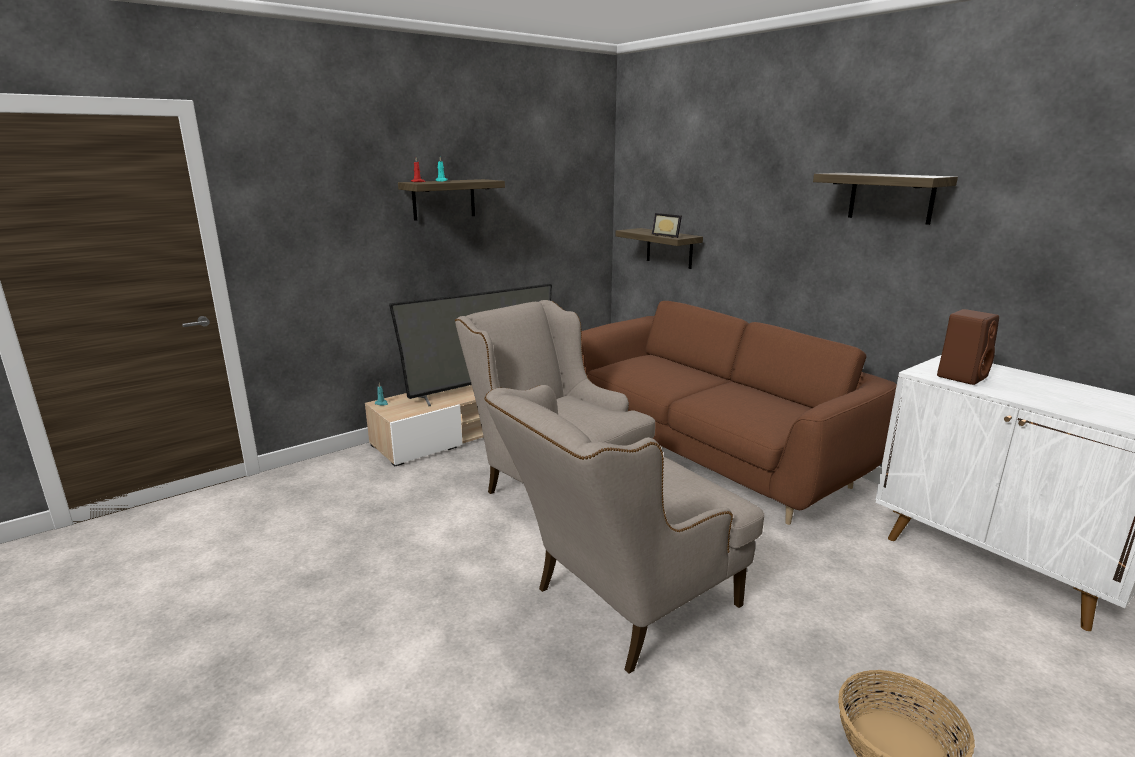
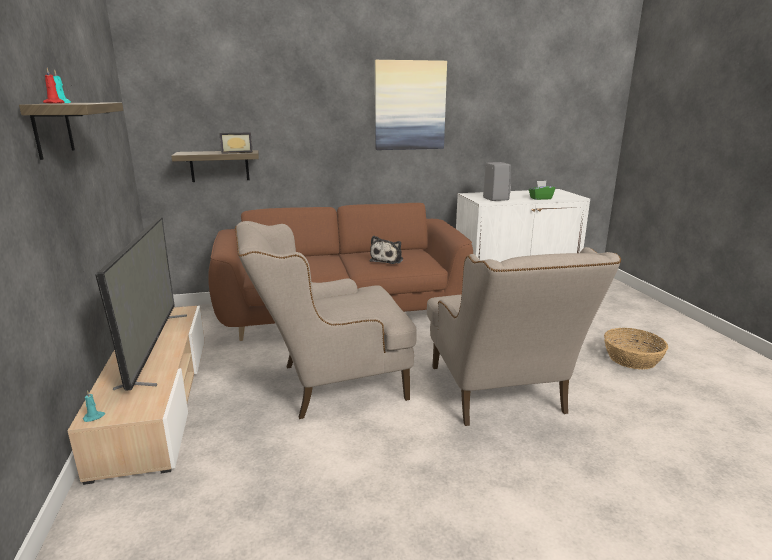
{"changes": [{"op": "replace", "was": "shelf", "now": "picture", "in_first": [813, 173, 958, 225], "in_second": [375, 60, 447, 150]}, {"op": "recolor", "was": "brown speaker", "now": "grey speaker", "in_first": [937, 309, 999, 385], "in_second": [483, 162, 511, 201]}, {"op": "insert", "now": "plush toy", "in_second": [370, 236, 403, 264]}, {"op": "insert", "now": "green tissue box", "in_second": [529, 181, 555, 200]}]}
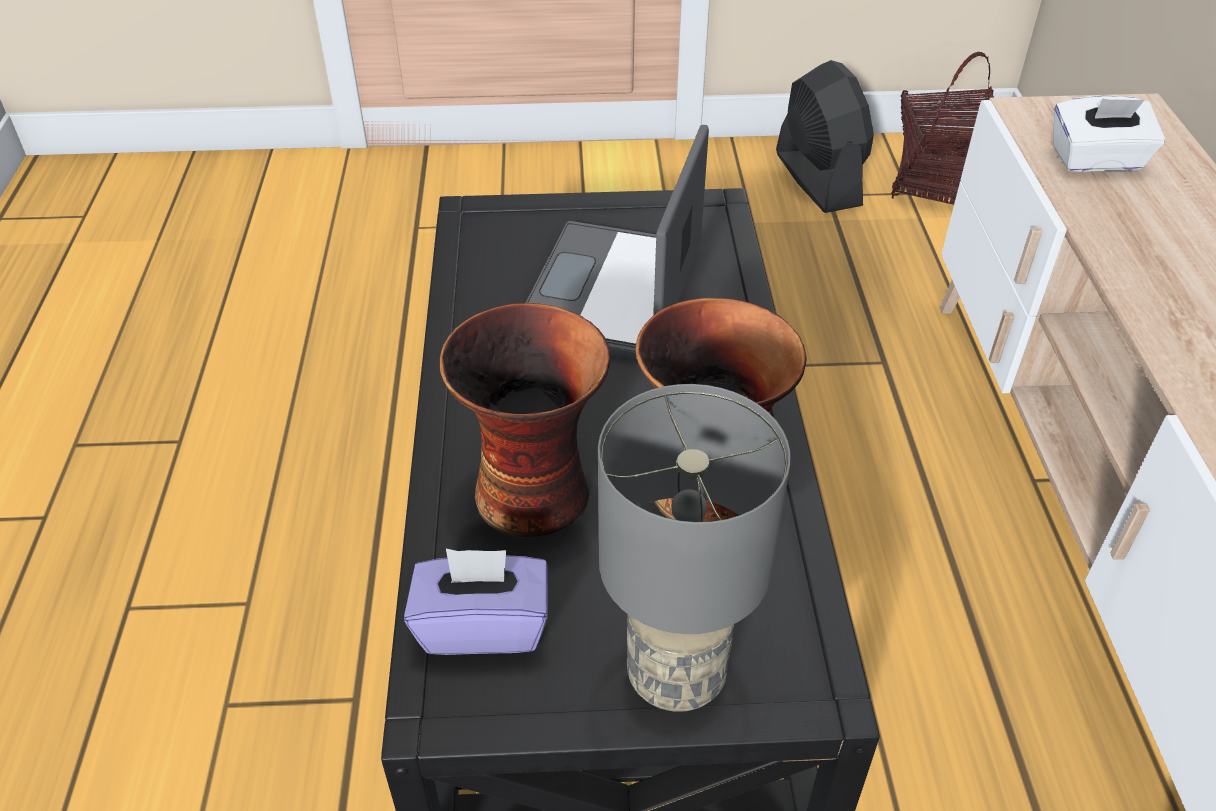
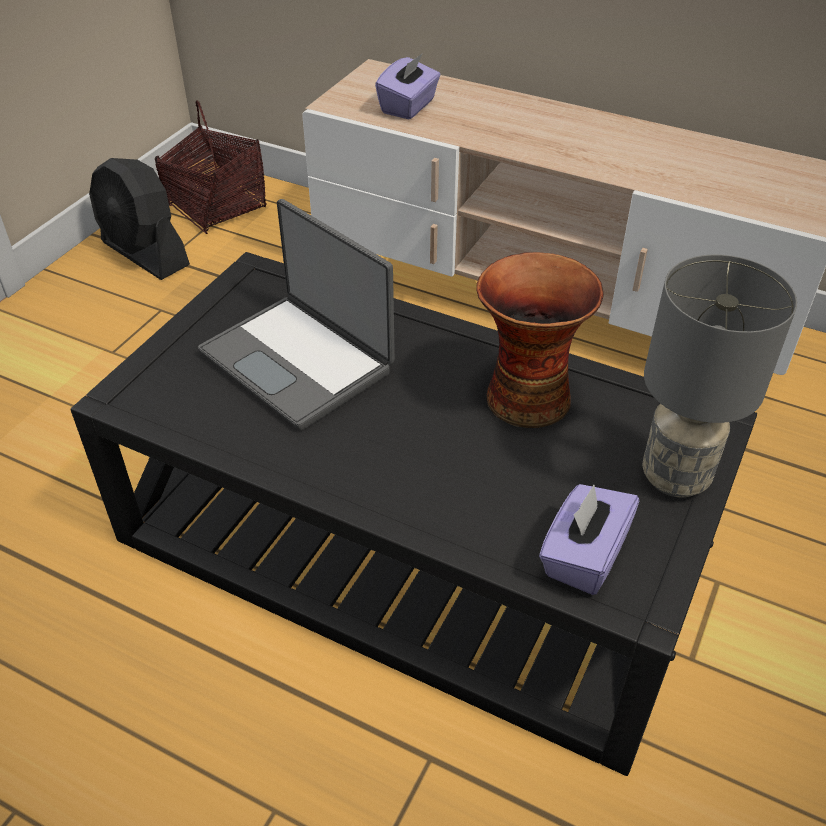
{"changes": [{"op": "delete", "was": "vase", "in_first": [440, 303, 610, 537]}, {"op": "rotate", "was": "black fan", "in_first": [776, 60, 874, 213], "in_second": [89, 158, 190, 280], "clockwise": -150}, {"op": "recolor", "was": "white tissue box", "now": "purple tissue box", "in_first": [1053, 95, 1165, 172], "in_second": [375, 53, 440, 119]}]}
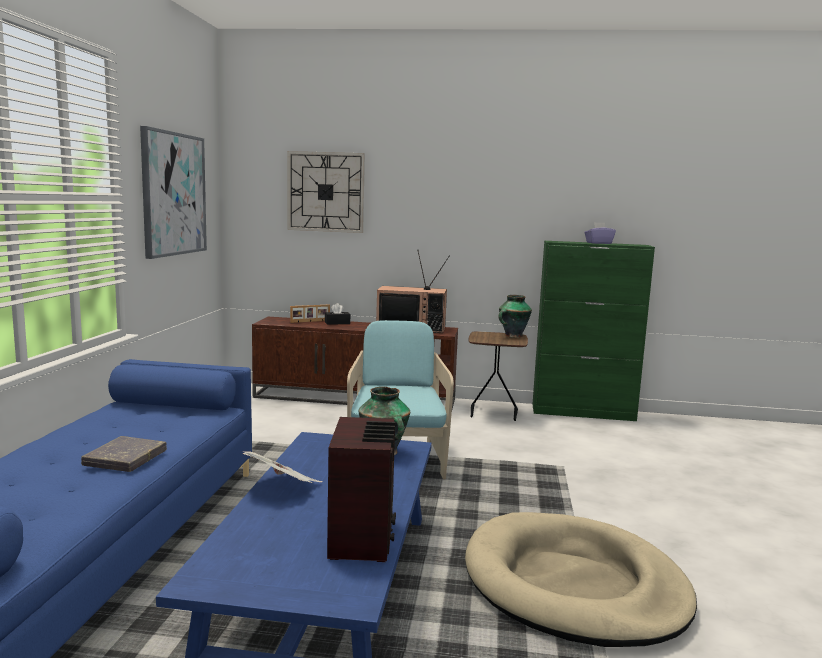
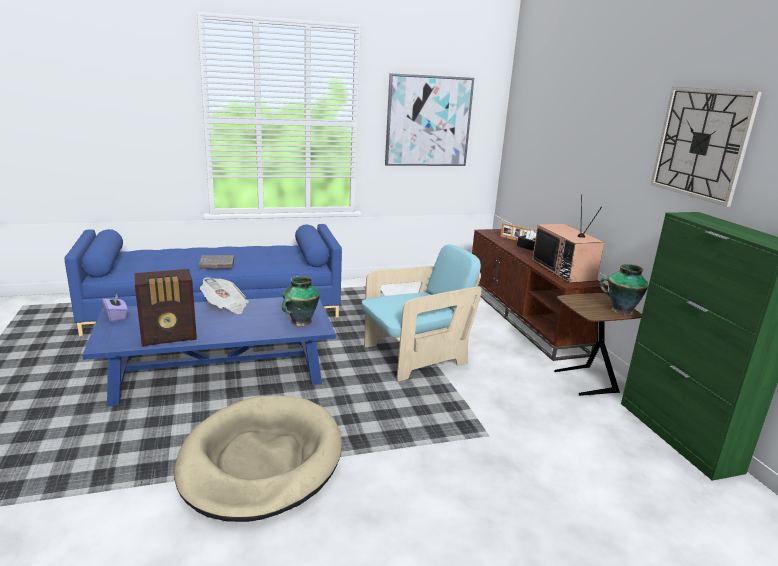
{"changes": [{"op": "move", "was": "wall clock", "in_first": [288, 151, 365, 233], "in_second": [651, 87, 762, 207]}, {"op": "move", "was": "purple tissue box", "in_first": [584, 222, 616, 244], "in_second": [102, 294, 128, 322]}]}
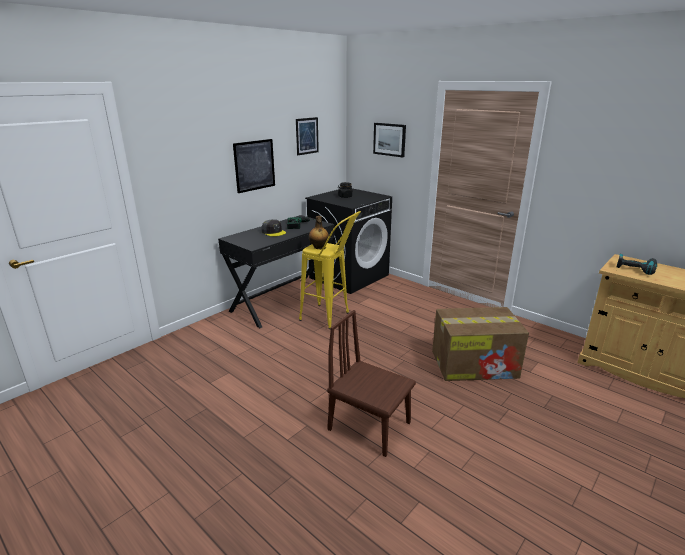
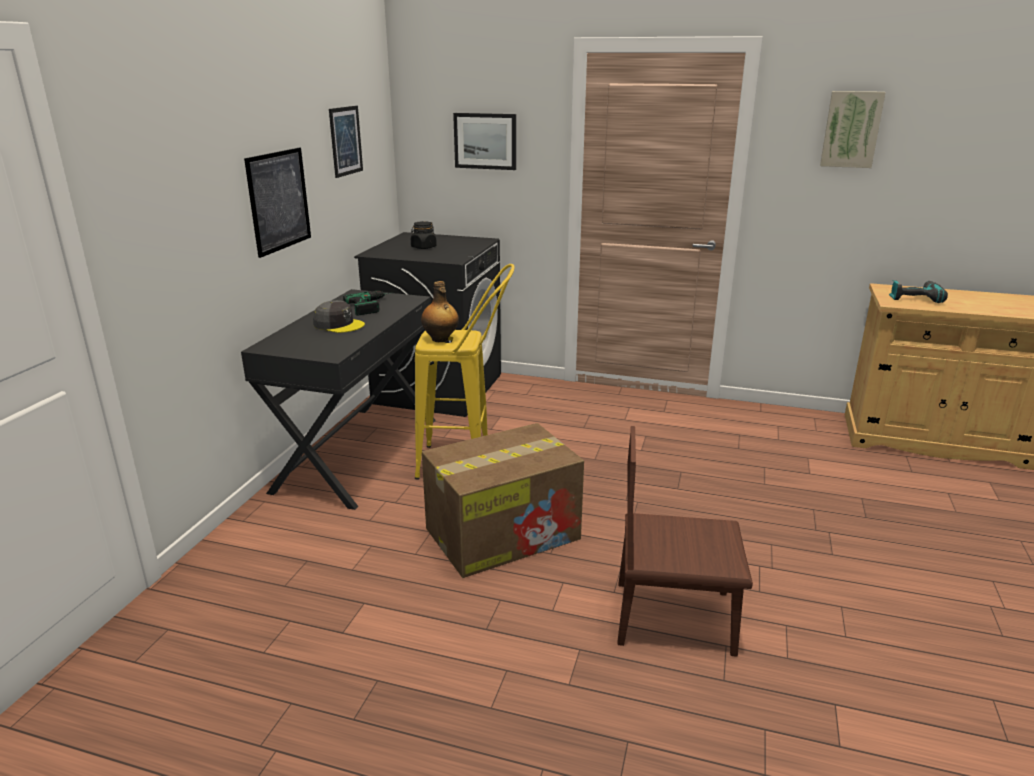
{"changes": [{"op": "move", "was": "cardboard box", "in_first": [432, 307, 529, 381], "in_second": [422, 423, 584, 578]}, {"op": "insert", "now": "picture", "in_second": [820, 91, 886, 168]}]}
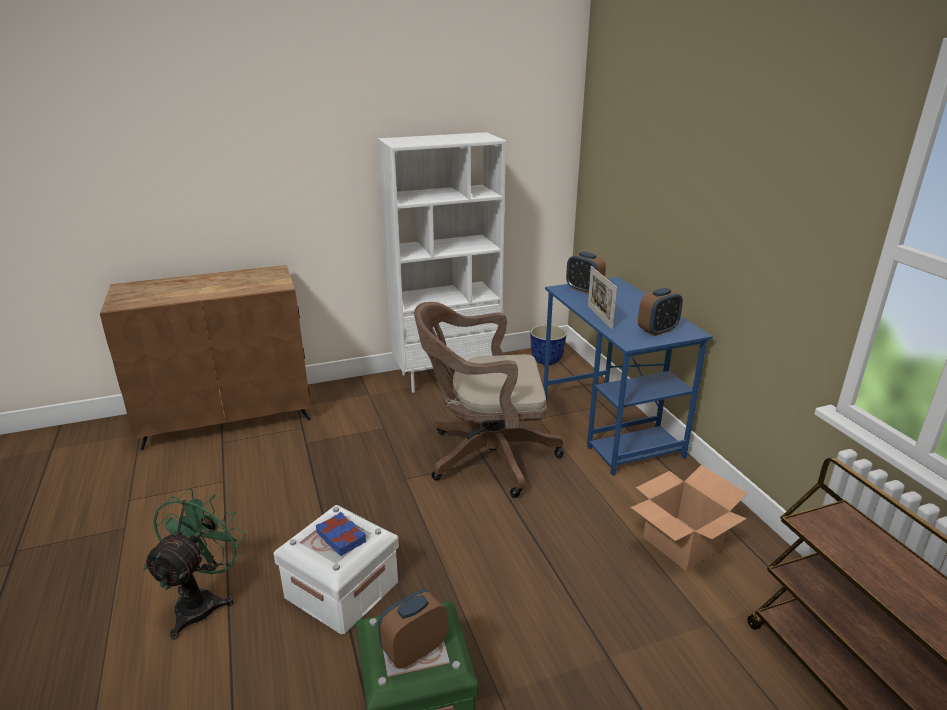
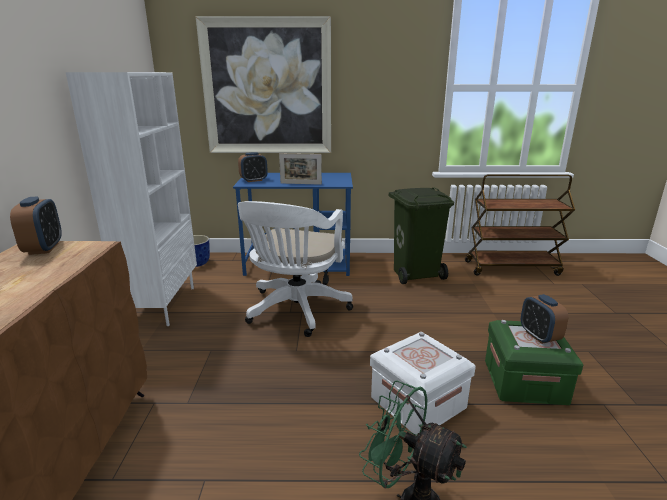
{"changes": [{"op": "delete", "was": "blue book", "in_first": [316, 512, 366, 556]}, {"op": "recolor", "was": "brown office chair", "now": "white office chair", "in_first": [414, 302, 564, 498], "in_second": [238, 201, 353, 337]}, {"op": "replace", "was": "cardboard box", "now": "green trash can", "in_first": [631, 465, 747, 571], "in_second": [388, 187, 454, 284]}, {"op": "move", "was": "alarm clock", "in_first": [638, 288, 683, 336], "in_second": [10, 196, 62, 255]}, {"op": "insert", "now": "picture", "in_second": [196, 16, 331, 153]}]}
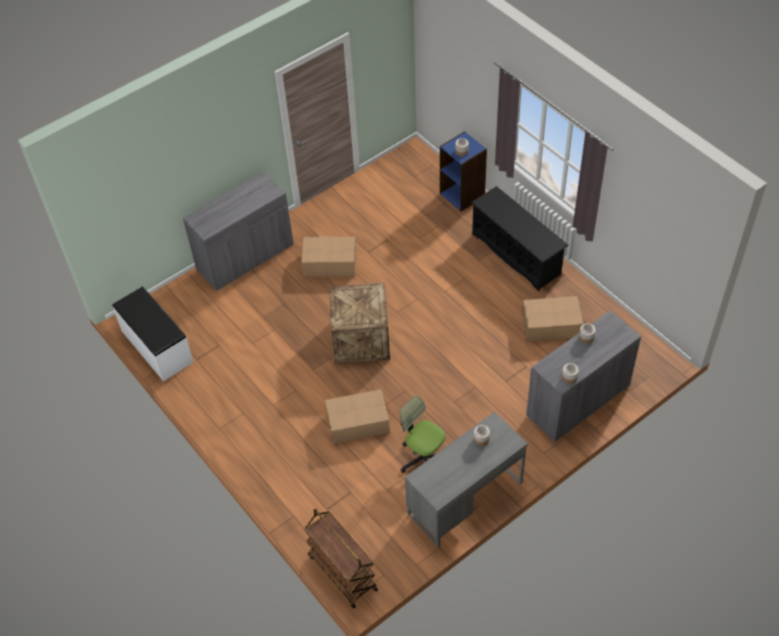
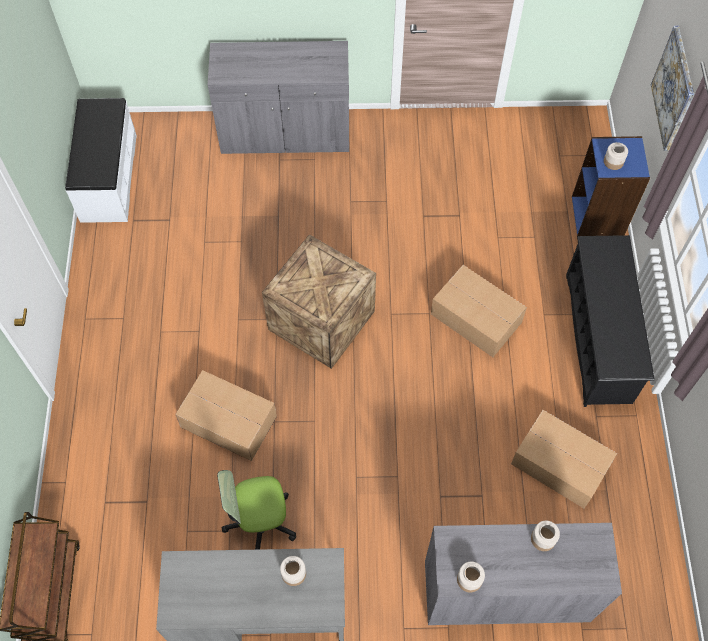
{"changes": [{"op": "move", "was": "cardboard box", "in_first": [301, 237, 356, 277], "in_second": [431, 265, 527, 357]}, {"op": "rotate", "was": "office chair", "in_first": [400, 396, 446, 473], "in_second": [217, 470, 296, 550], "clockwise": -90}, {"op": "insert", "now": "picture", "in_second": [651, 26, 694, 151]}]}
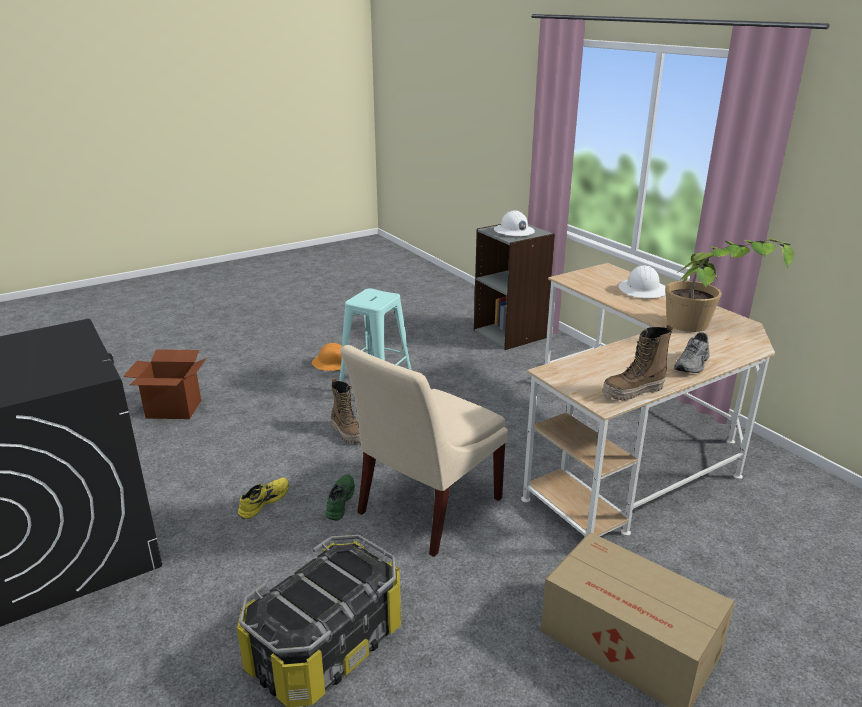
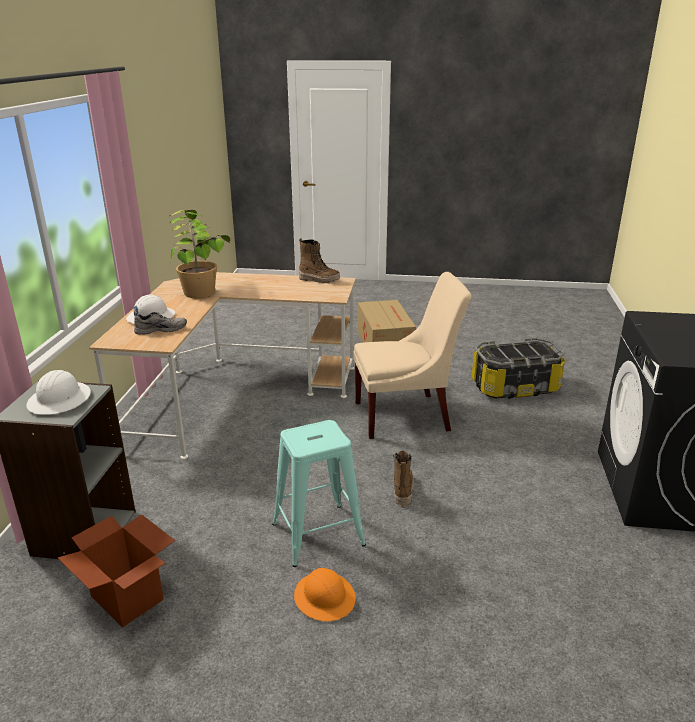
{"changes": [{"op": "move", "was": "cardboard box", "in_first": [123, 349, 207, 419], "in_second": [58, 514, 175, 628]}, {"op": "delete", "was": "yellow shoe", "in_first": [238, 478, 289, 519]}, {"op": "delete", "was": "green shoe", "in_first": [326, 474, 355, 521]}, {"op": "move", "was": "grey shoe", "in_first": [674, 332, 709, 373], "in_second": [134, 312, 187, 335]}]}
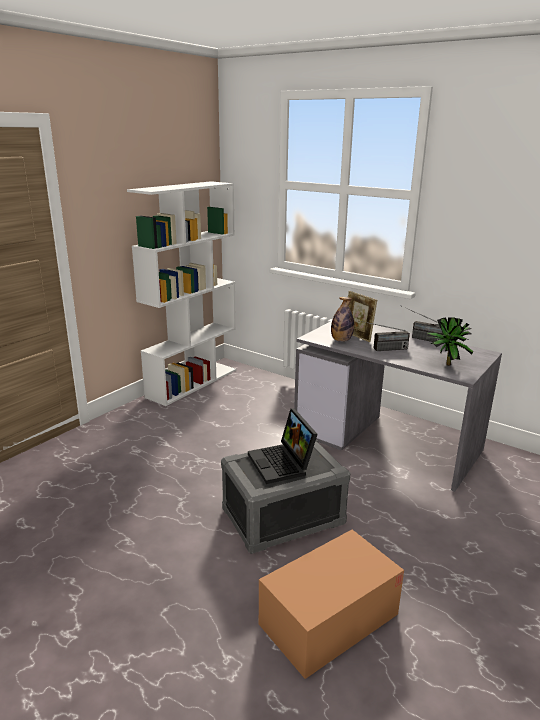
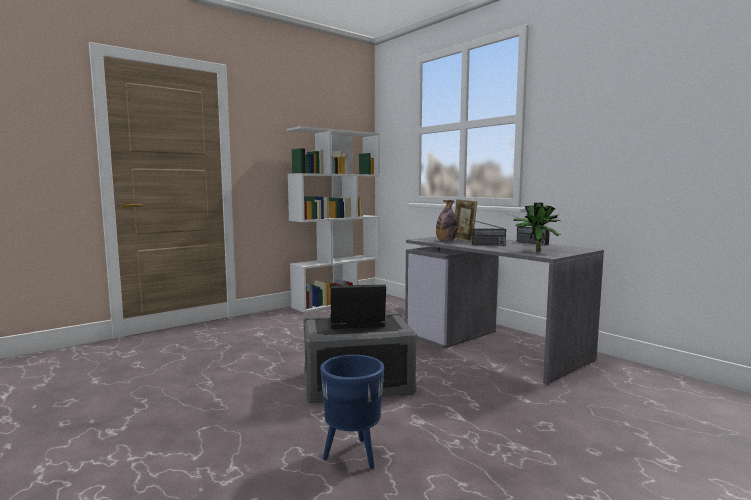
{"changes": [{"op": "rotate", "was": "laptop", "in_first": [248, 408, 318, 484], "in_second": [330, 285, 386, 329], "clockwise": 90}, {"op": "replace", "was": "cardboard box", "now": "blue planter", "in_first": [259, 530, 404, 679], "in_second": [320, 355, 384, 469]}]}
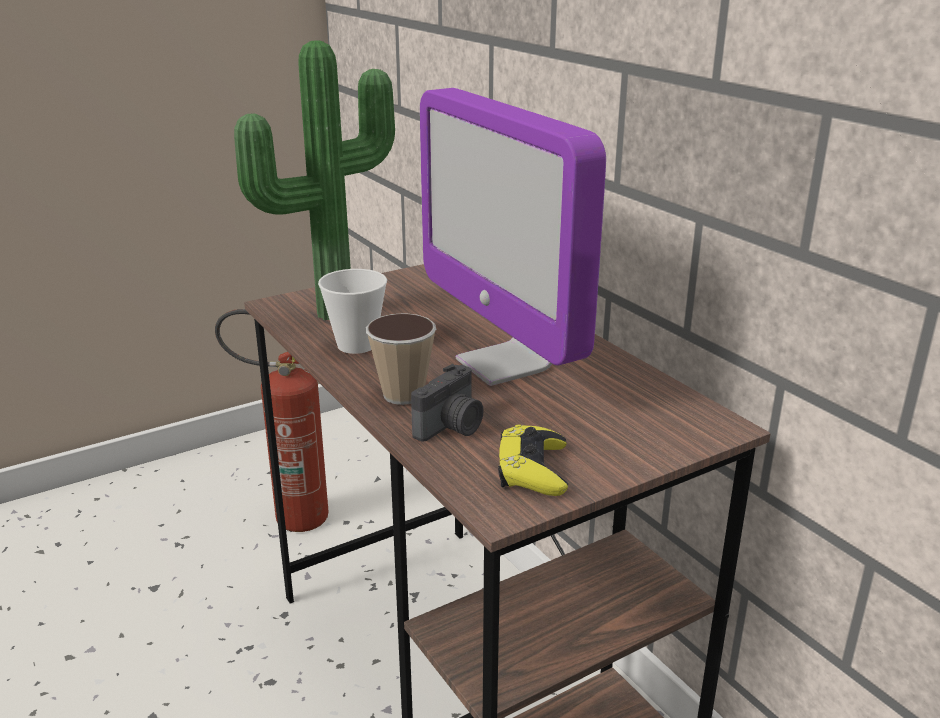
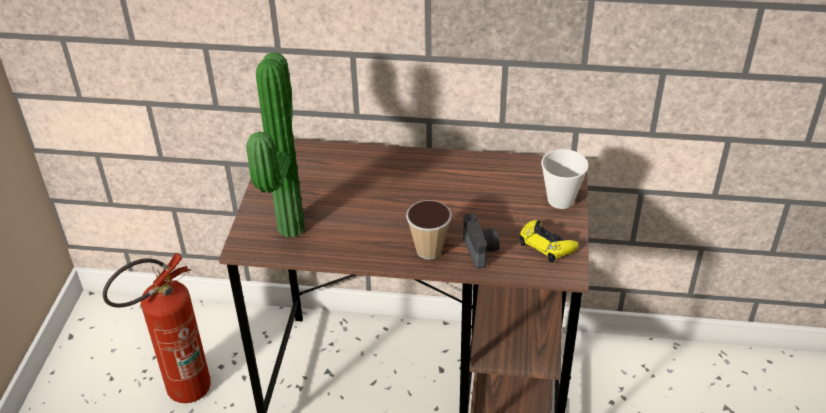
{"changes": [{"op": "move", "was": "cup", "in_first": [318, 269, 387, 354], "in_second": [541, 149, 589, 209]}, {"op": "delete", "was": "monitor", "in_first": [420, 88, 606, 386]}]}
